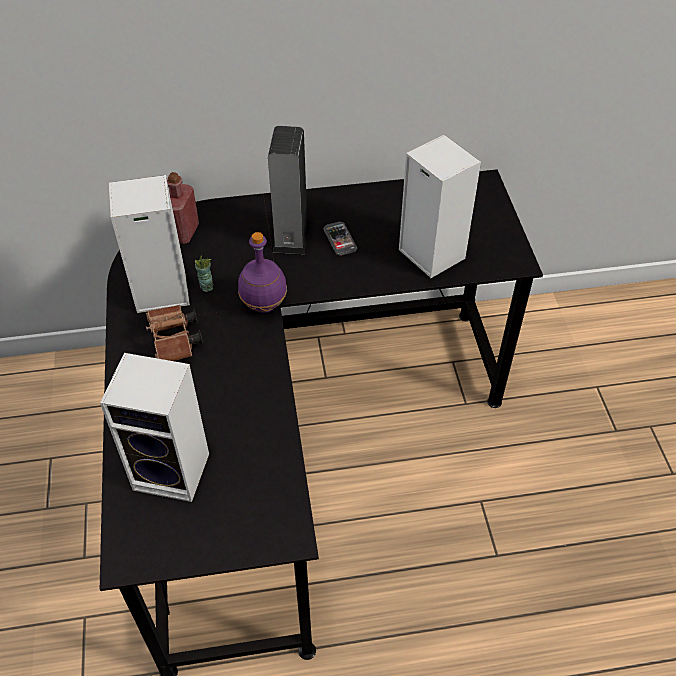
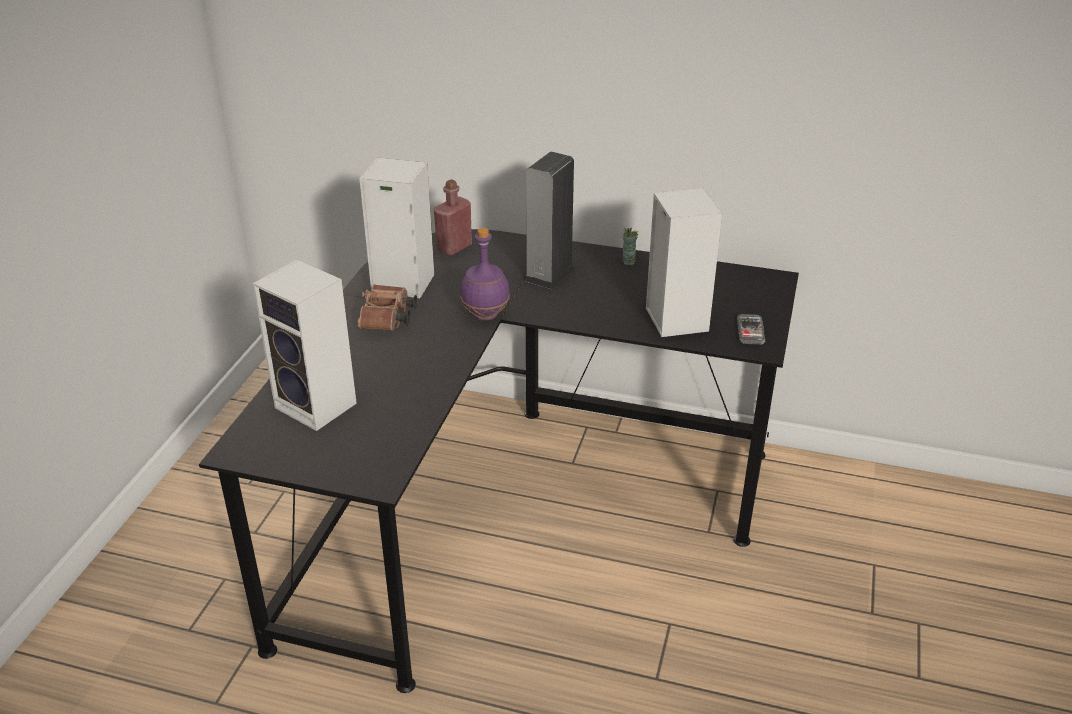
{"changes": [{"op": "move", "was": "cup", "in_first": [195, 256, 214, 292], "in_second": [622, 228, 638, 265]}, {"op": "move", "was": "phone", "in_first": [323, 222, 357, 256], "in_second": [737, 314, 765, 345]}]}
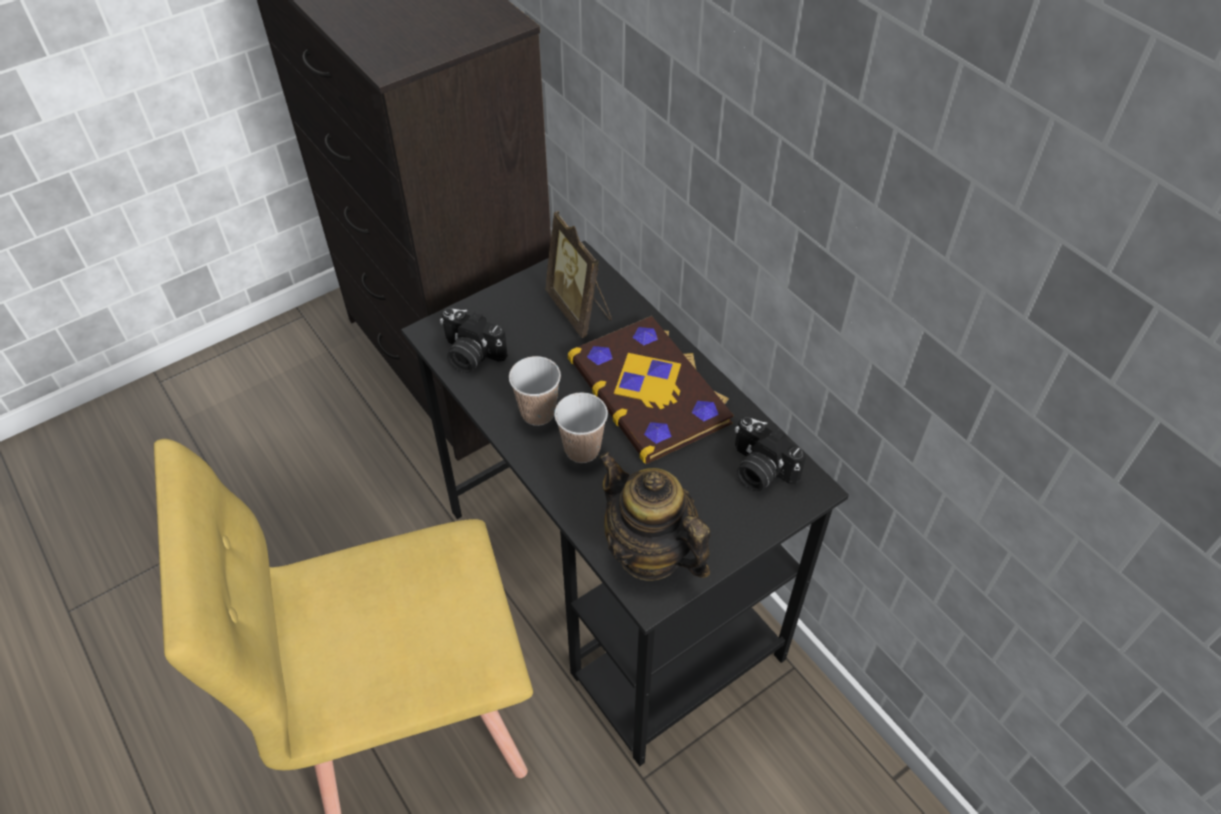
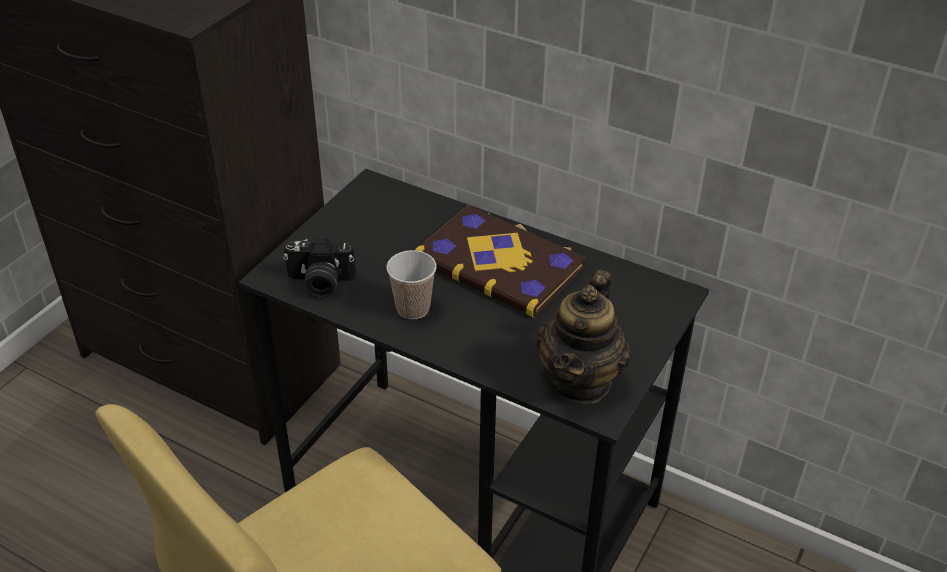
{"changes": [{"op": "delete", "was": "picture frame", "in_first": [545, 211, 612, 338]}, {"op": "delete", "was": "cup", "in_first": [554, 392, 608, 463]}, {"op": "rotate", "was": "teapot", "in_first": [599, 452, 711, 581], "in_second": [536, 270, 631, 404], "clockwise": -90}, {"op": "delete", "was": "photo camera", "in_first": [735, 417, 806, 491]}]}
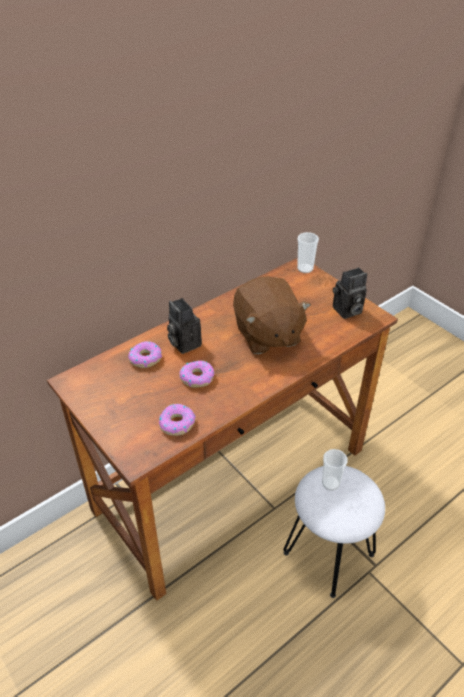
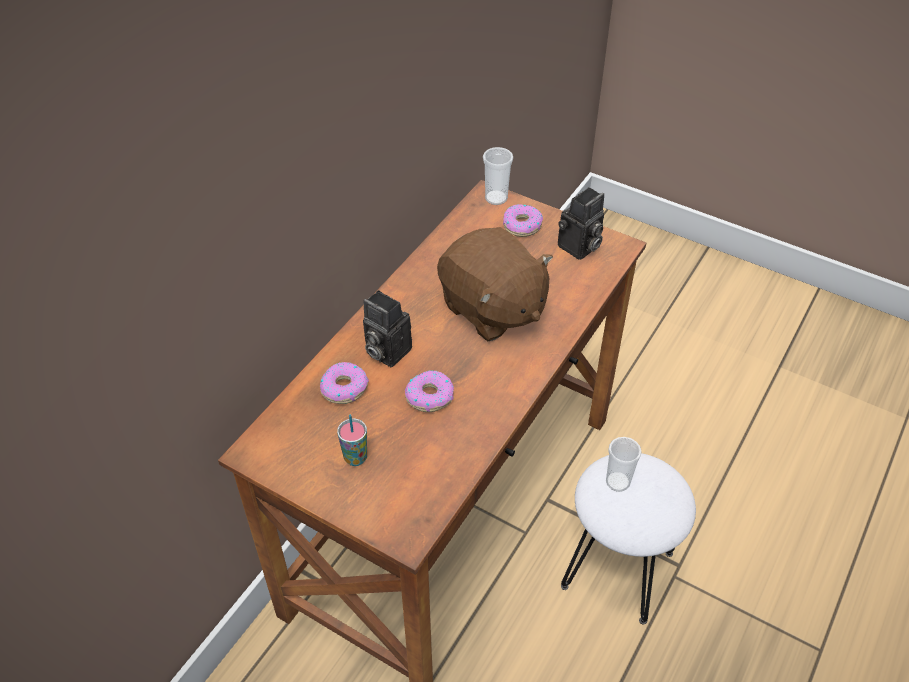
{"changes": [{"op": "move", "was": "donut", "in_first": [159, 404, 196, 436], "in_second": [503, 204, 543, 237]}, {"op": "insert", "now": "cup", "in_second": [337, 415, 367, 466]}]}
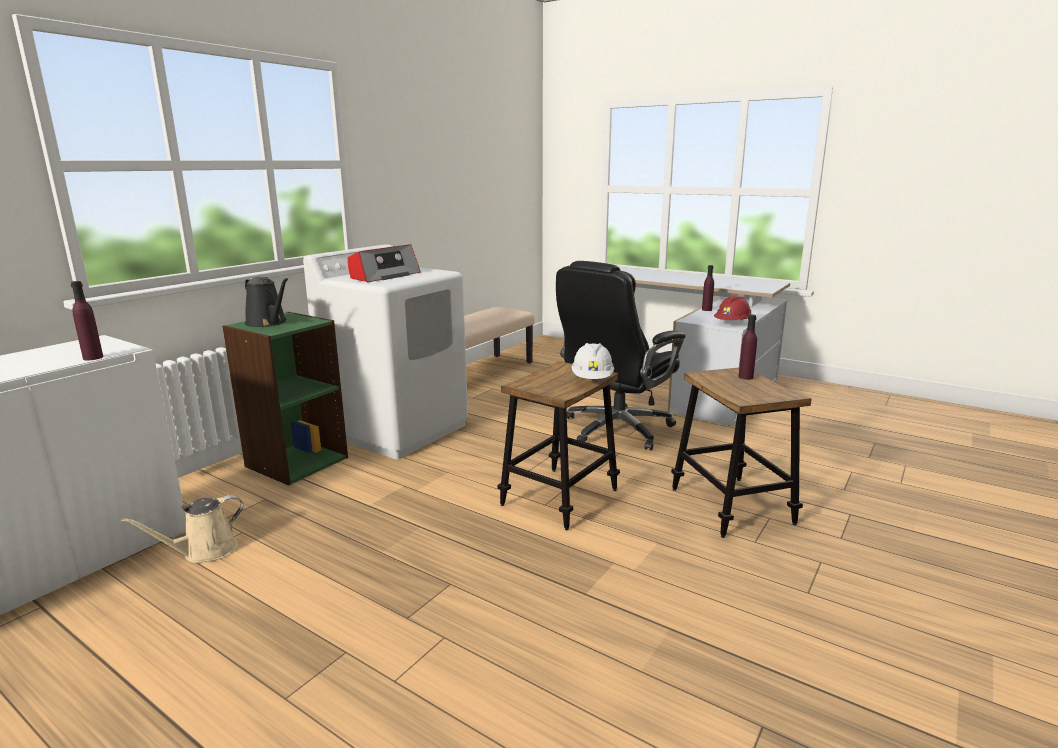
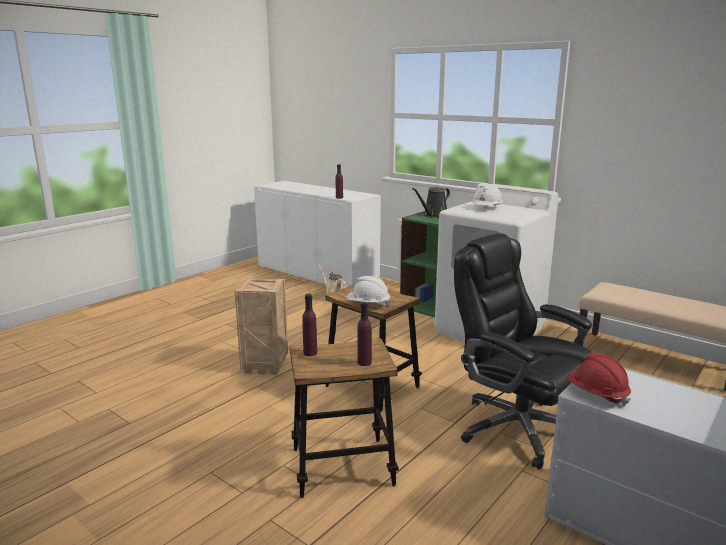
{"changes": [{"op": "replace", "was": "radio", "now": "white hard hat", "in_first": [347, 244, 421, 282], "in_second": [472, 185, 503, 206]}, {"op": "move", "was": "purple bottle", "in_first": [702, 265, 714, 311], "in_second": [302, 294, 317, 356]}, {"op": "insert", "now": "crate", "in_second": [235, 278, 288, 375]}]}
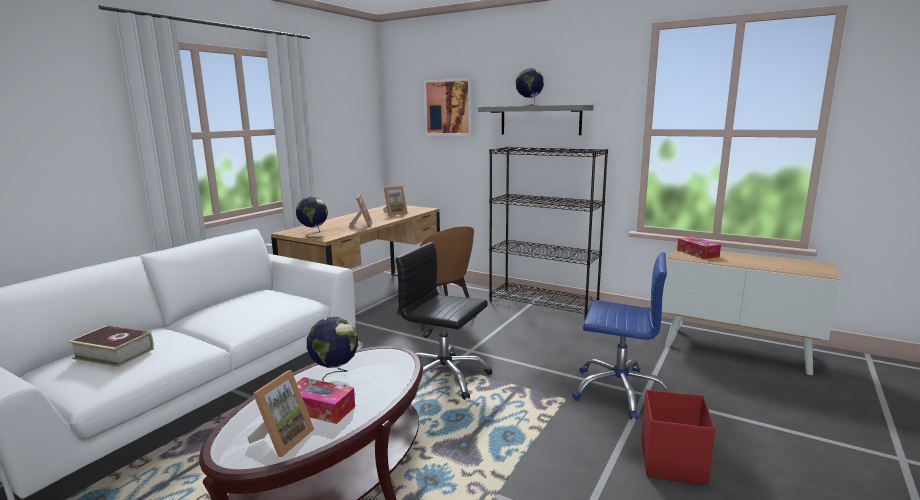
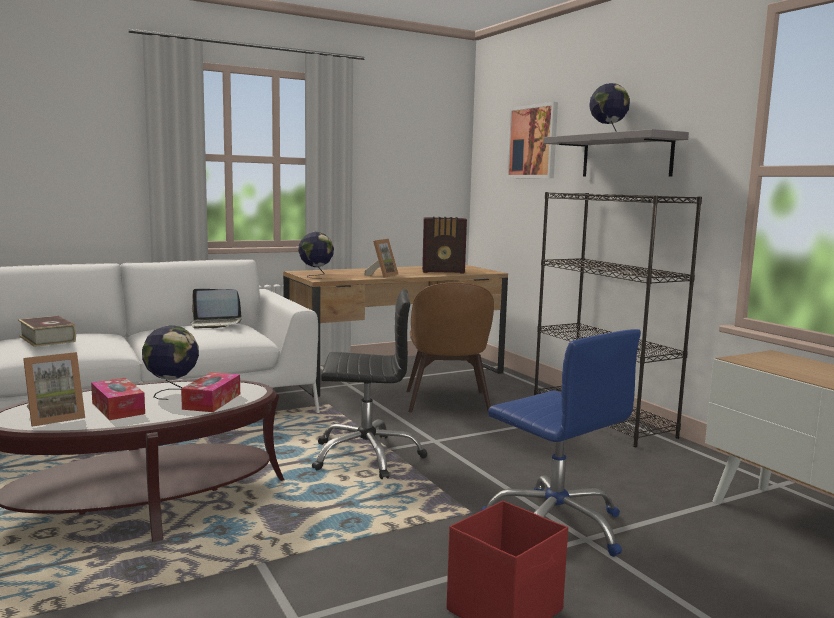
{"changes": [{"op": "replace", "was": "picture frame", "now": "radio", "in_first": [383, 186, 408, 216], "in_second": [422, 217, 467, 274]}, {"op": "rotate", "was": "black office chair", "in_first": [396, 242, 492, 400], "in_second": [312, 289, 427, 479], "clockwise": 120}, {"op": "move", "was": "tissue box", "in_first": [677, 237, 721, 259], "in_second": [181, 372, 240, 412]}, {"op": "insert", "now": "laptop", "in_second": [191, 289, 242, 328]}]}
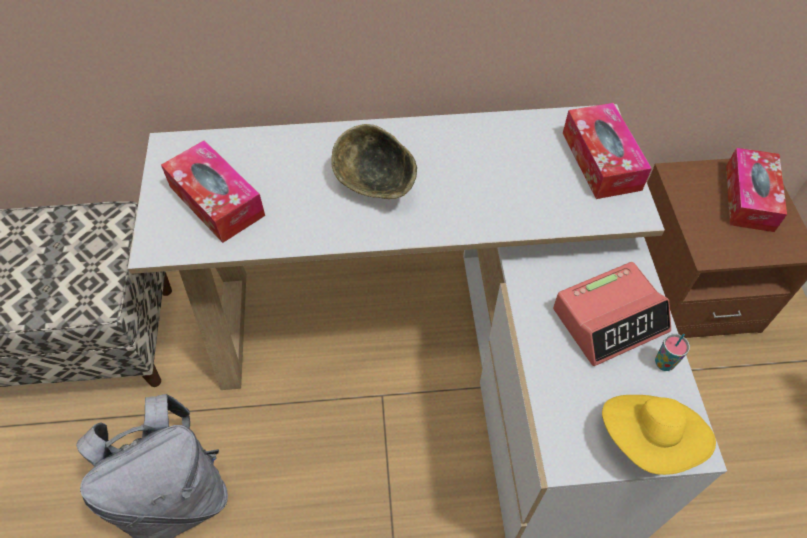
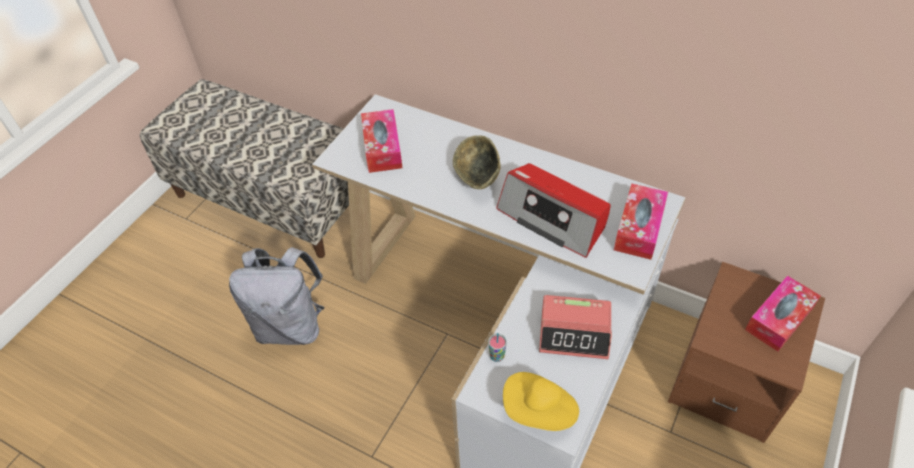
{"changes": [{"op": "move", "was": "cup", "in_first": [655, 334, 690, 371], "in_second": [488, 333, 507, 362]}, {"op": "insert", "now": "radio", "in_second": [496, 163, 611, 258]}]}
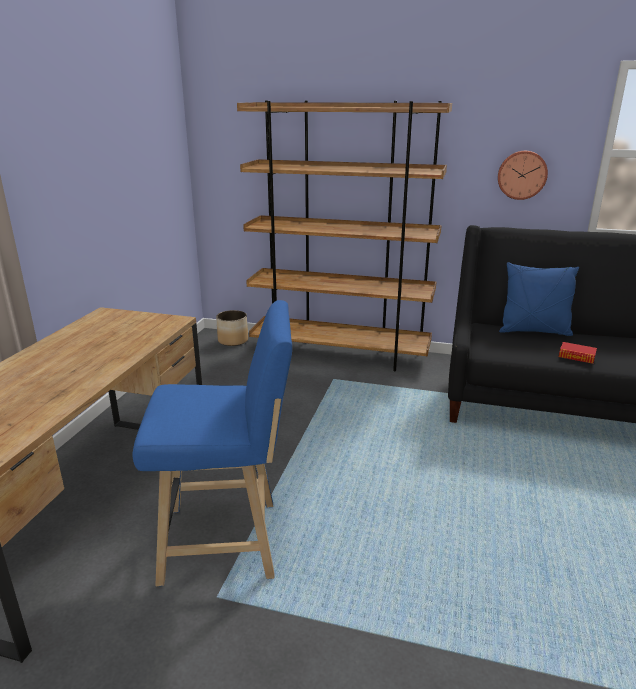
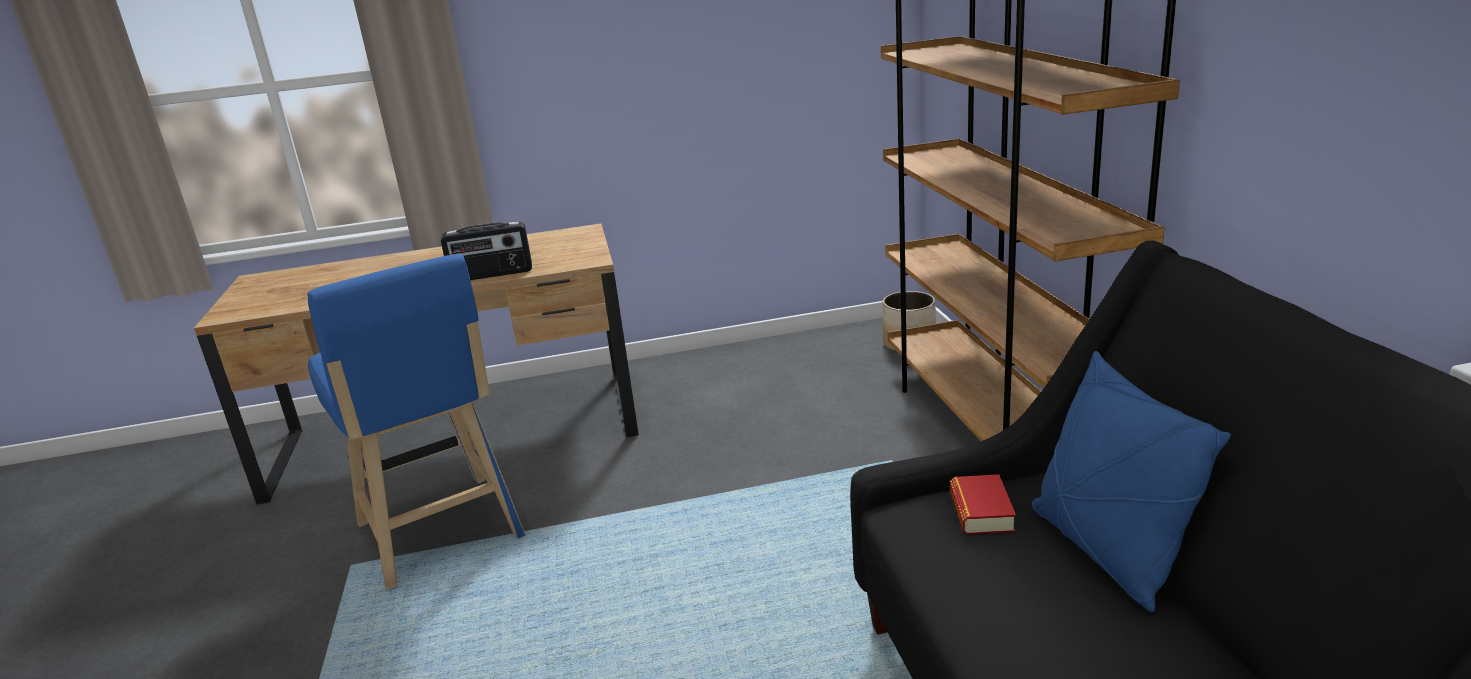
{"changes": [{"op": "delete", "was": "wall clock", "in_first": [498, 151, 548, 200]}, {"op": "move", "was": "book", "in_first": [559, 342, 597, 364], "in_second": [950, 474, 1016, 534]}, {"op": "insert", "now": "radio", "in_second": [441, 222, 532, 280]}]}
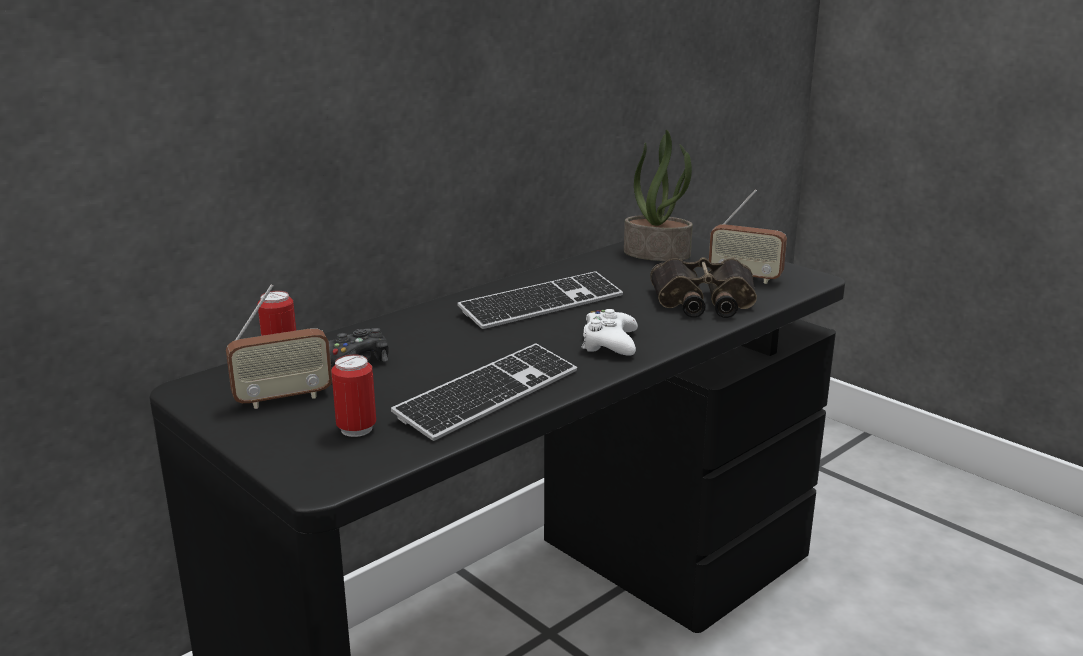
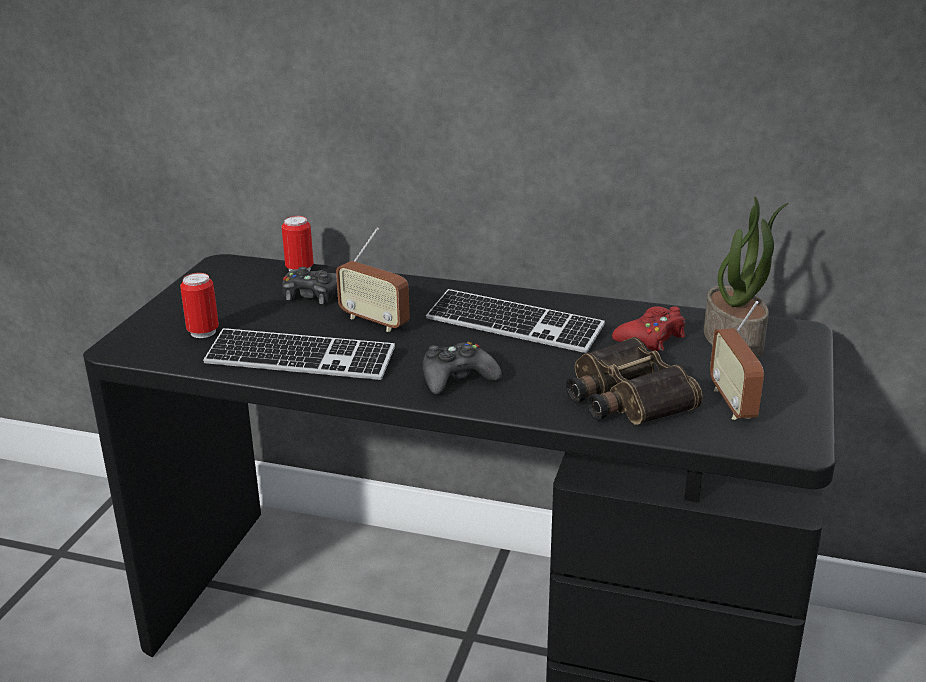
{"changes": [{"op": "move", "was": "radio", "in_first": [226, 285, 332, 409], "in_second": [336, 228, 410, 332]}, {"op": "recolor", "was": "white game controller", "now": "black game controller", "in_first": [581, 309, 638, 356], "in_second": [422, 342, 502, 394]}, {"op": "insert", "now": "red game controller", "in_second": [612, 306, 686, 351]}]}
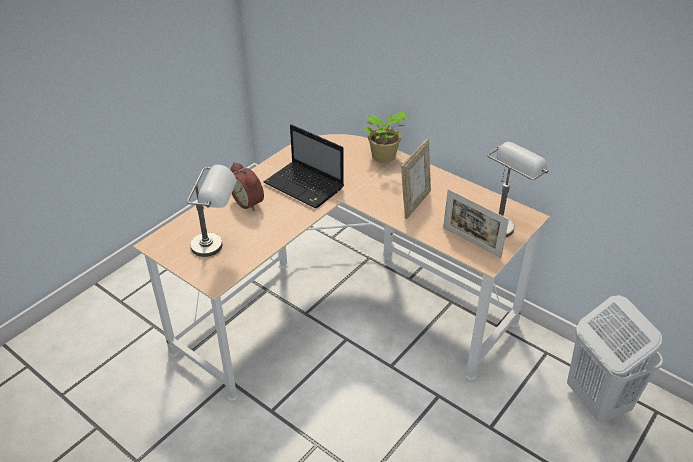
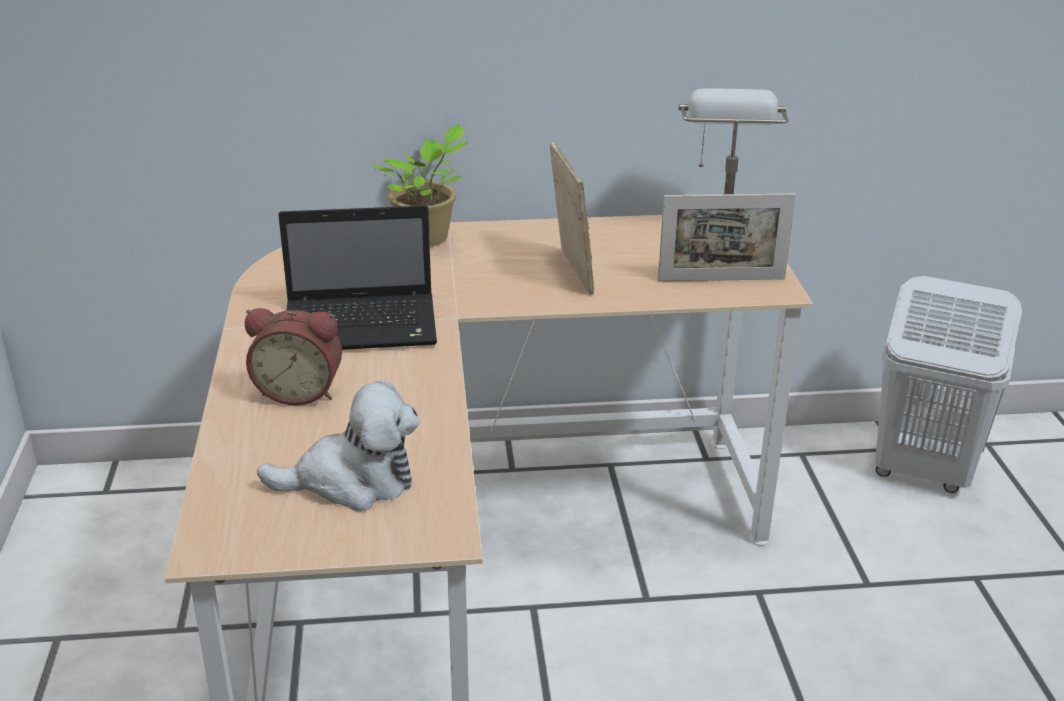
{"changes": [{"op": "replace", "was": "grey table lamp", "now": "plush toy", "in_first": [187, 165, 237, 257], "in_second": [257, 381, 420, 511]}]}
